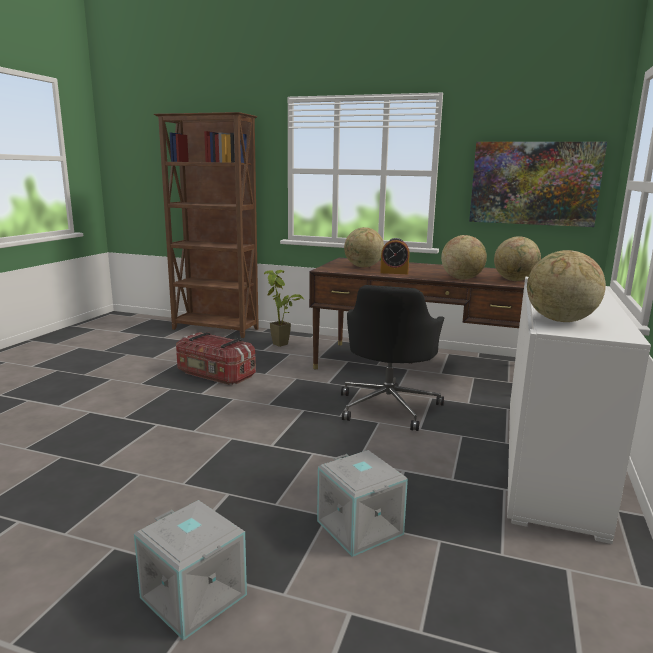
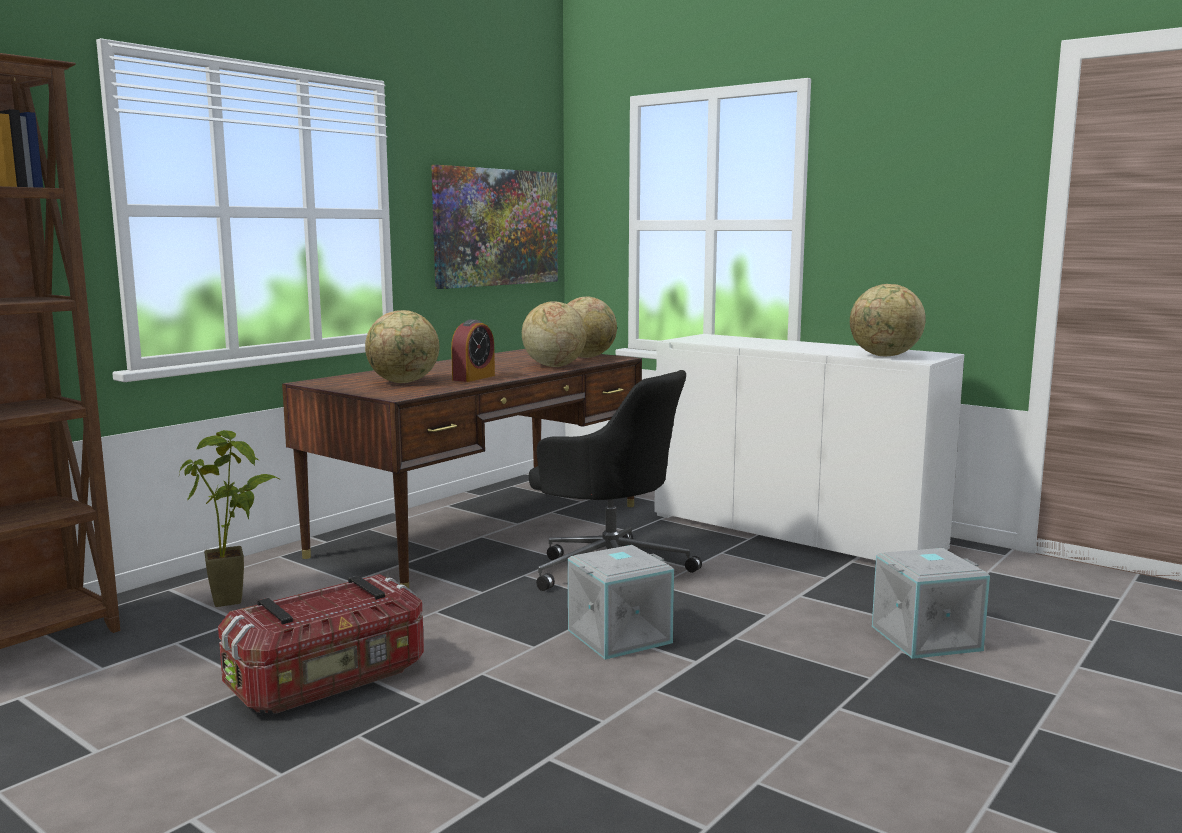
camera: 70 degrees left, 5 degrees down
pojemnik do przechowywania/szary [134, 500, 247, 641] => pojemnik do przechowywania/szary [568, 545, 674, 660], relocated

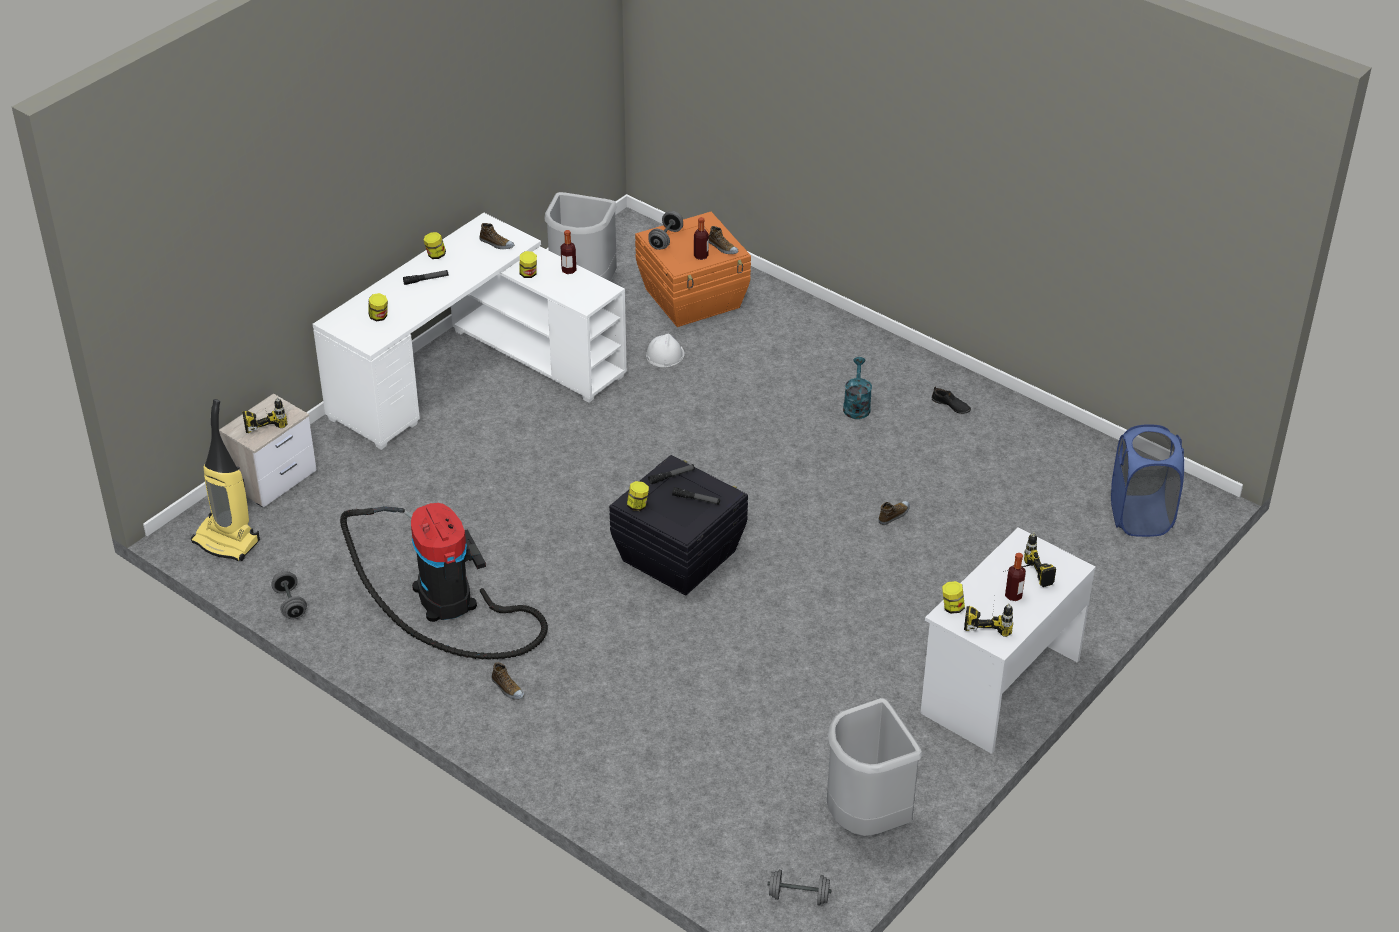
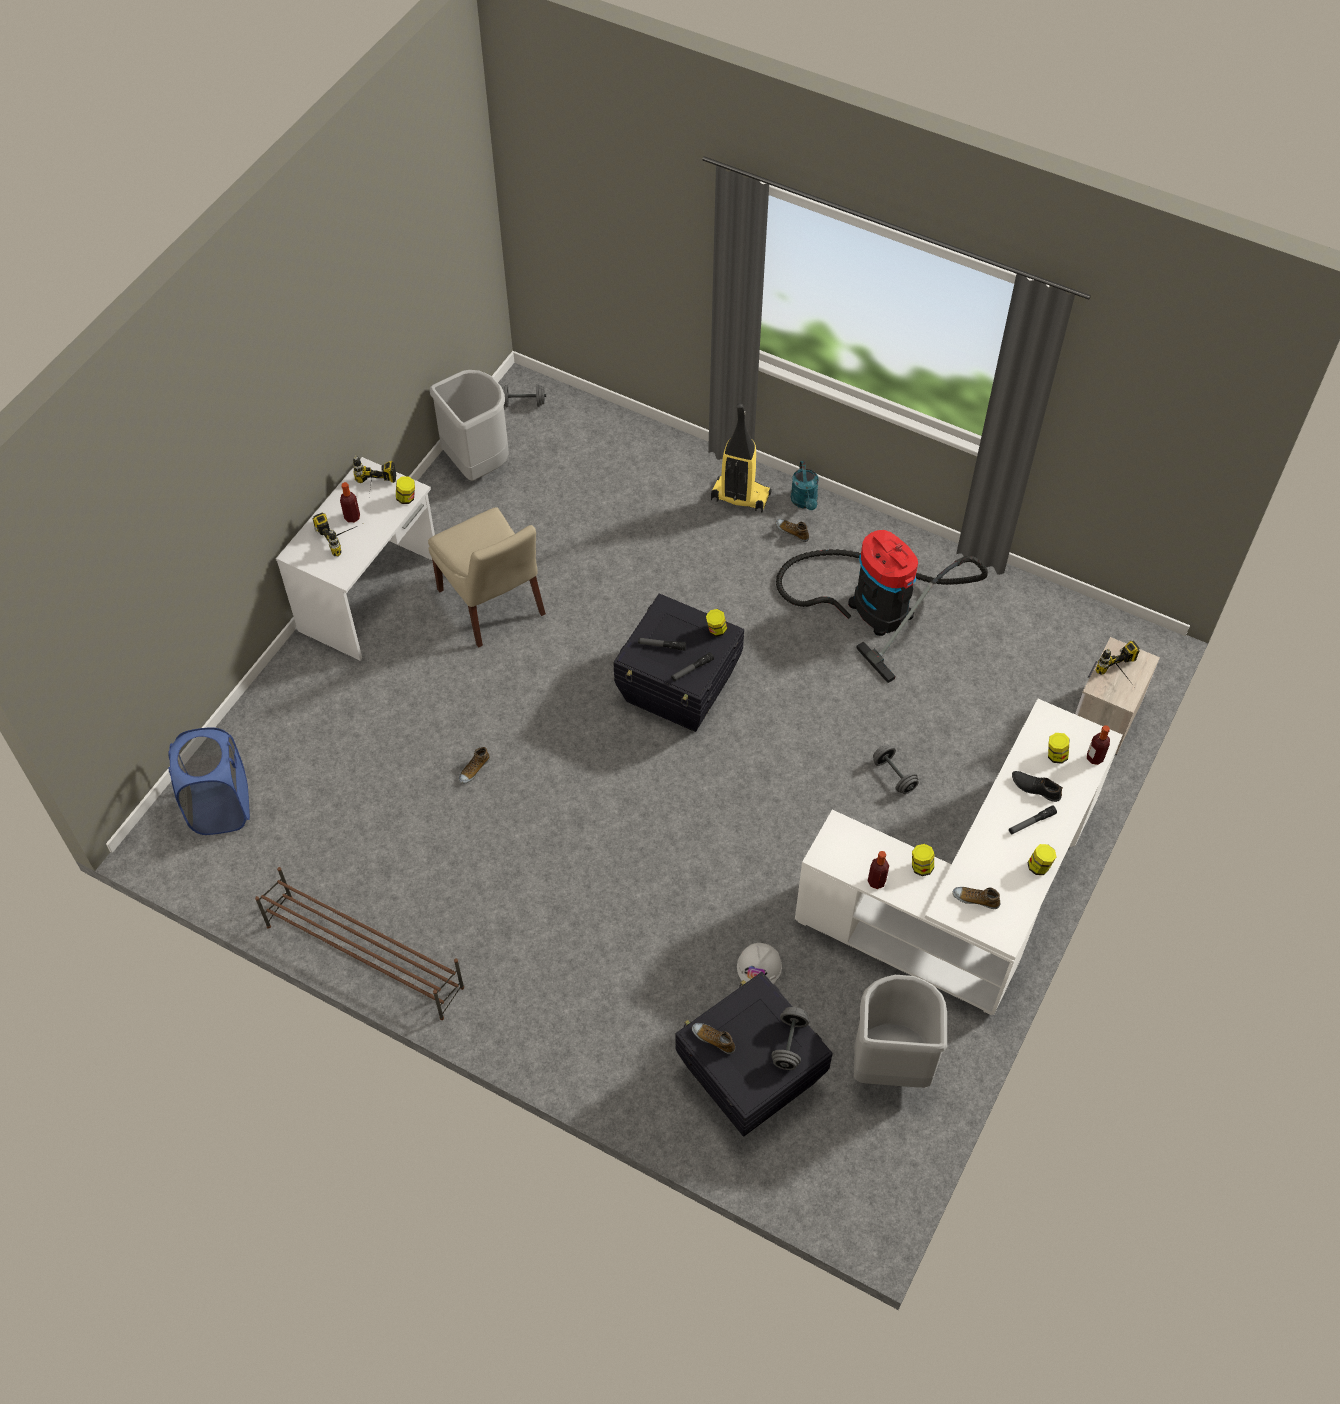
camera: 170 degrees right, 15 degrees up
nothing => regał na buty/brązowy [255, 867, 464, 1020]
nothing => krzesło/beżowy [428, 507, 546, 648]
odkurzacz [191, 399, 260, 561] => odkurzacz [711, 403, 772, 512], relocated
hantel/szary [271, 571, 307, 619] => hantel/szary [873, 744, 919, 794], relocated
butelka [694, 217, 709, 260] => butelka [1087, 725, 1110, 765], relocated
konewka/turkusowy [843, 357, 872, 419] => konewka/turkusowy [791, 461, 819, 510], relocated
but/czarny [932, 386, 971, 414] => but/czarny [1012, 771, 1063, 802], relocated
pojemnik do przechowywania/pomarańczowy [635, 212, 751, 327] => pojemnik do przechowywania/czarny [675, 972, 833, 1137]

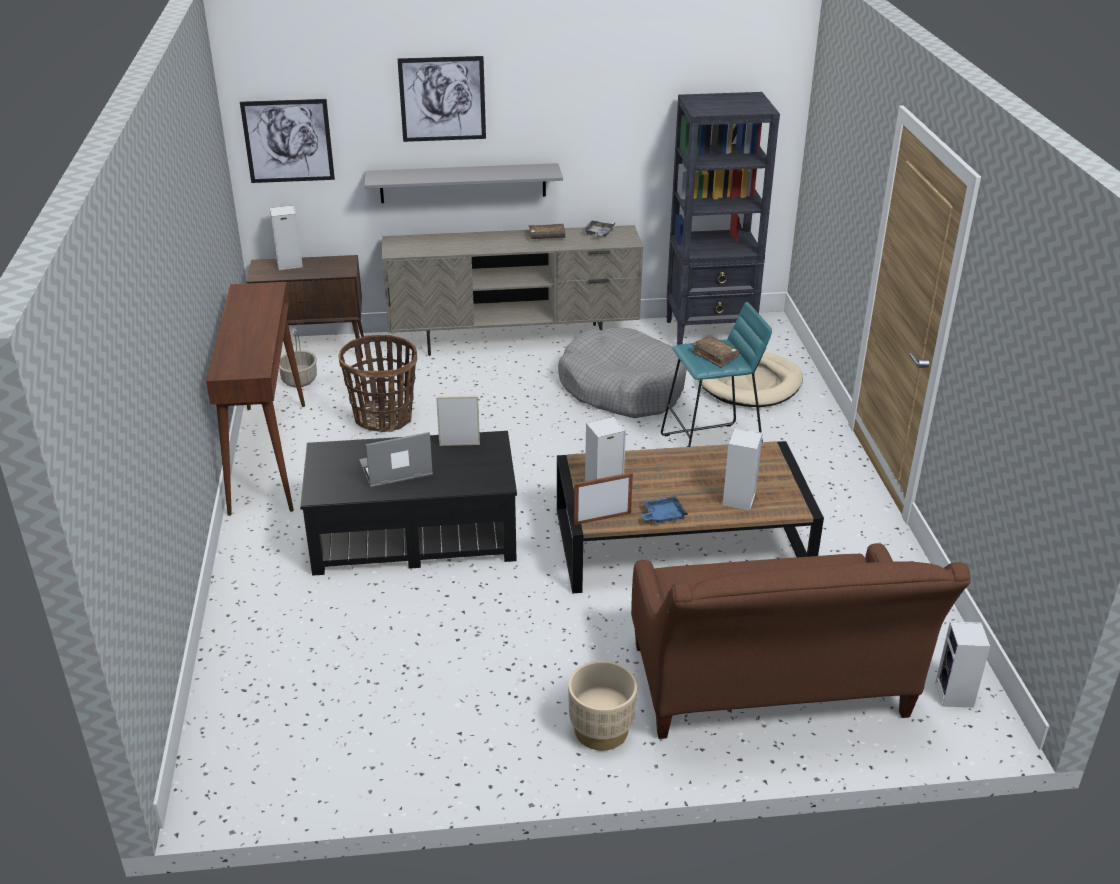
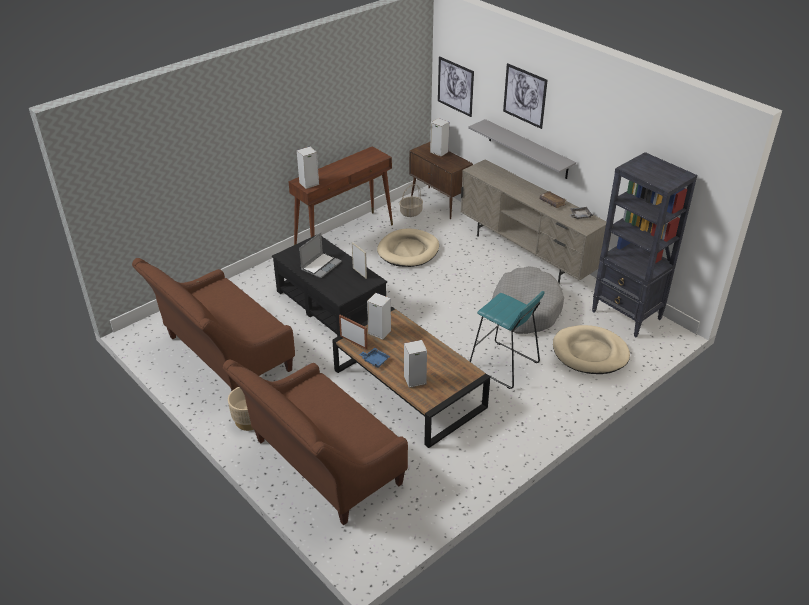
camera: 55 degrees right, 5 degrees up
książka/brązowy [691, 335, 740, 368] => nothing
nothing => kanapa/brązowy [132, 258, 295, 391]
głośnik [935, 622, 990, 707] => głośnik [297, 147, 319, 189], relocated
koszyk [339, 335, 417, 432] => legowisko/beżowy [377, 228, 439, 267]
laptop [359, 432, 433, 488] => laptop [299, 232, 342, 278], 90 degrees clockwise

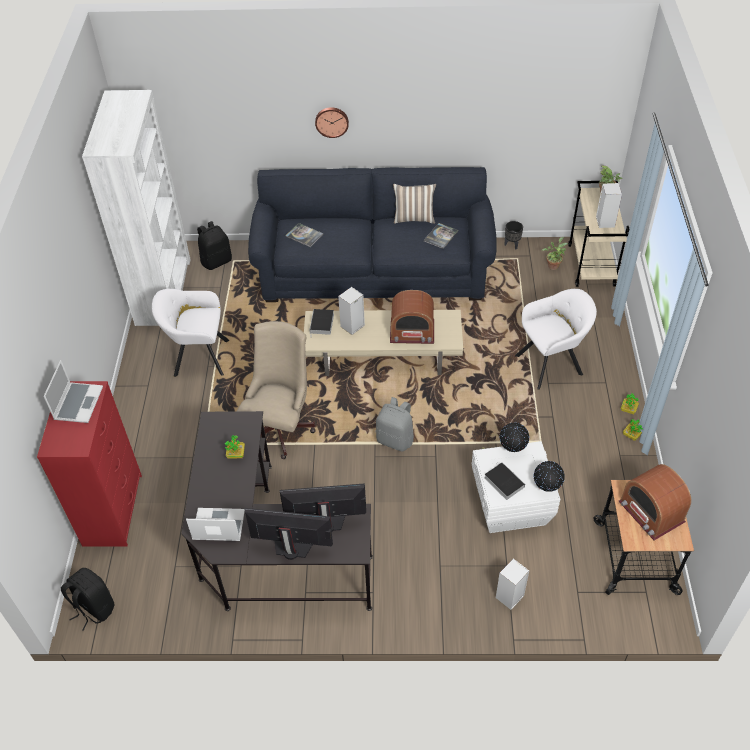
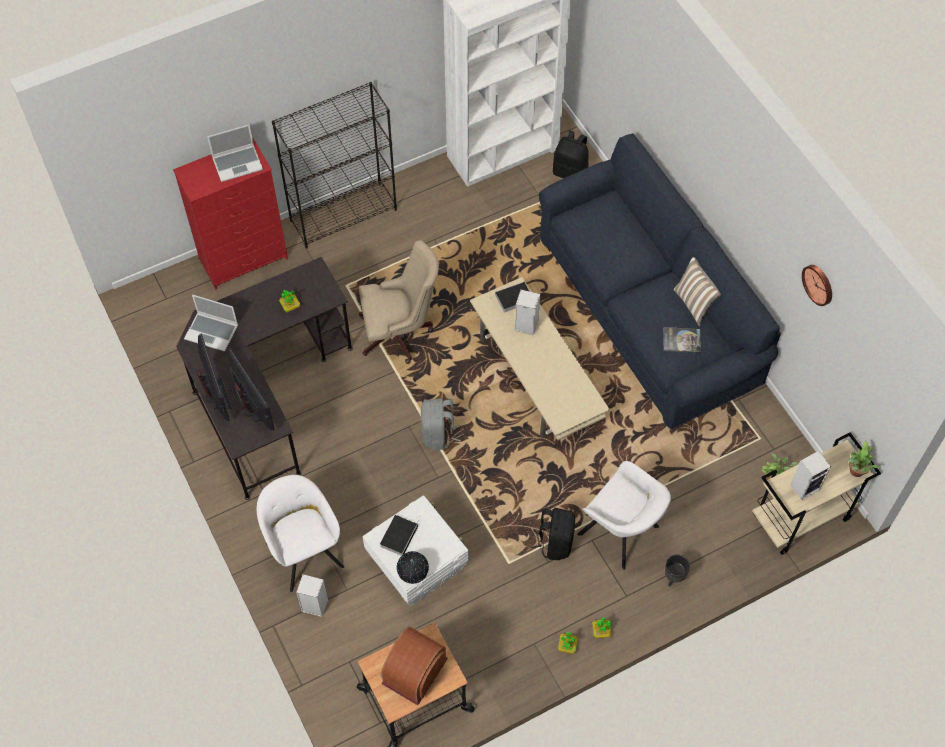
camera: 60 degrees right, 10 degrees up
książka [285, 223, 323, 247] => nothing
radio [390, 290, 434, 344] => nothing
globus [500, 423, 529, 452] => nothing
nothing => regał/czarny [272, 82, 397, 248]
plecak/czarny [61, 568, 115, 631] => plecak/czarny [531, 508, 575, 560], relocated
fotel/biały [152, 289, 229, 377] => fotel/biały [257, 475, 344, 592], relocated
zegar ścienny [315, 107, 349, 138] => zegar ścienny [802, 265, 832, 306], relocated
donica/czarny [505, 221, 523, 249] => donica/czarny [665, 555, 690, 586], relocated
laptop [186, 508, 245, 541] => laptop [184, 295, 238, 352], 135 degrees clockwise

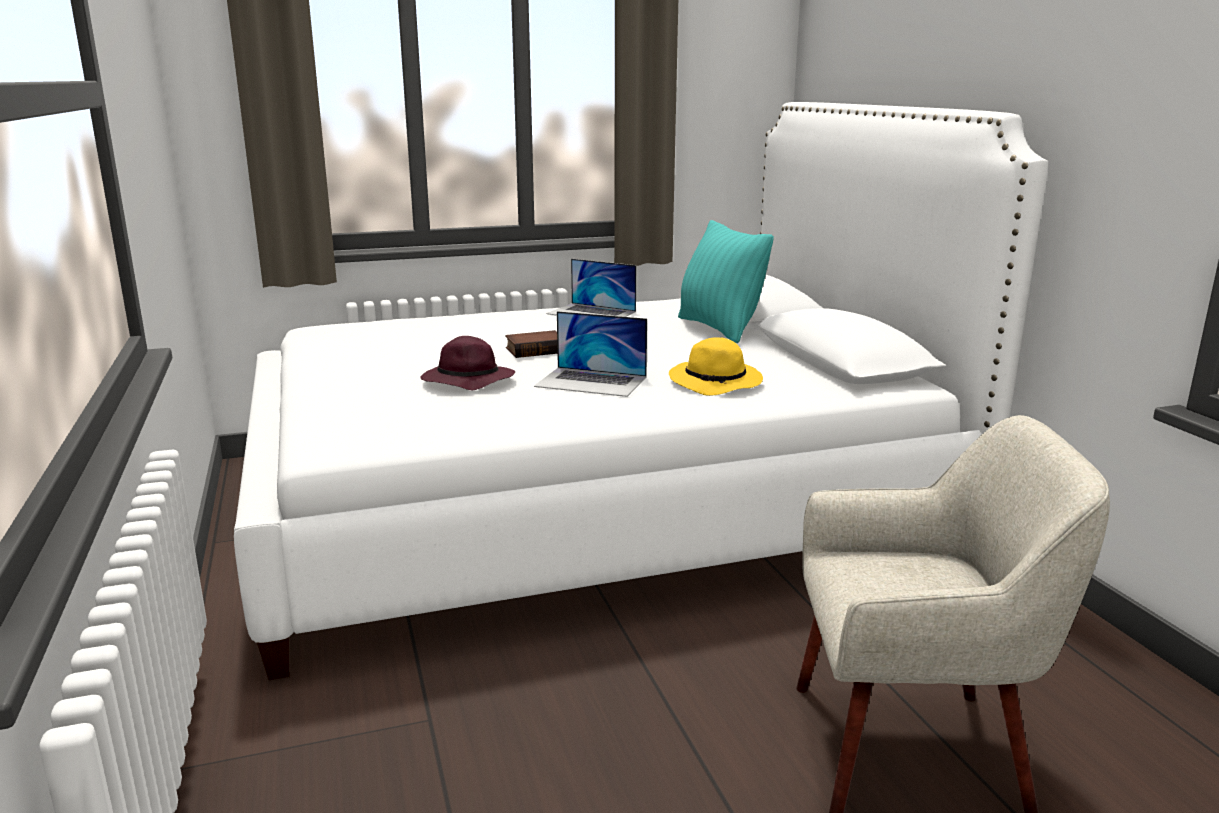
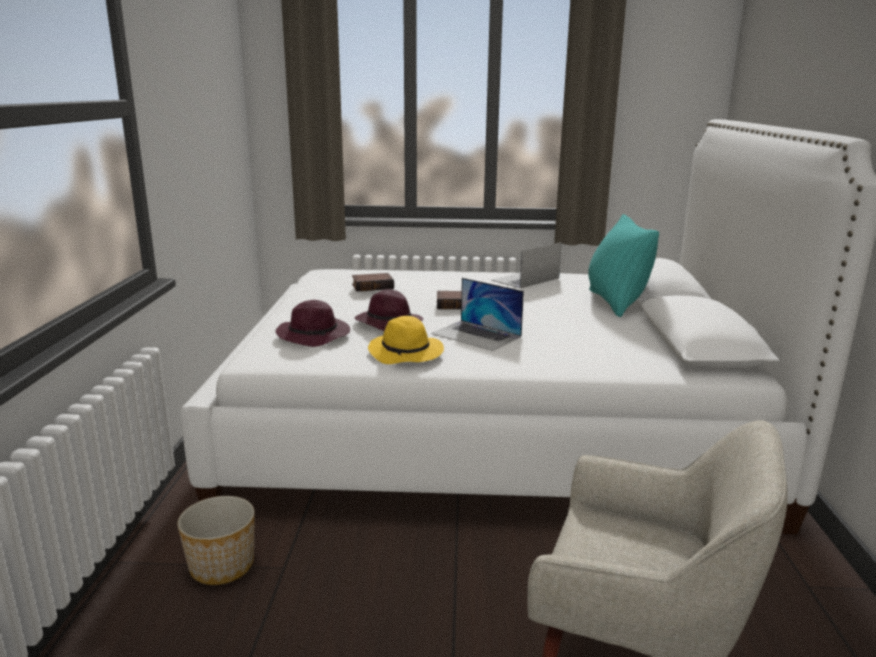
camera: 20 degrees right, 0 degrees up
nothing => donica [177, 496, 255, 585]
nothing => kapelusz/fioletowy [275, 300, 350, 347]
nothing => książka [352, 273, 394, 292]
kapelusz/żółty [669, 338, 763, 396] => kapelusz/żółty [368, 316, 444, 364], relocated
laptop [546, 259, 636, 317] => laptop [491, 242, 562, 289], 90 degrees clockwise

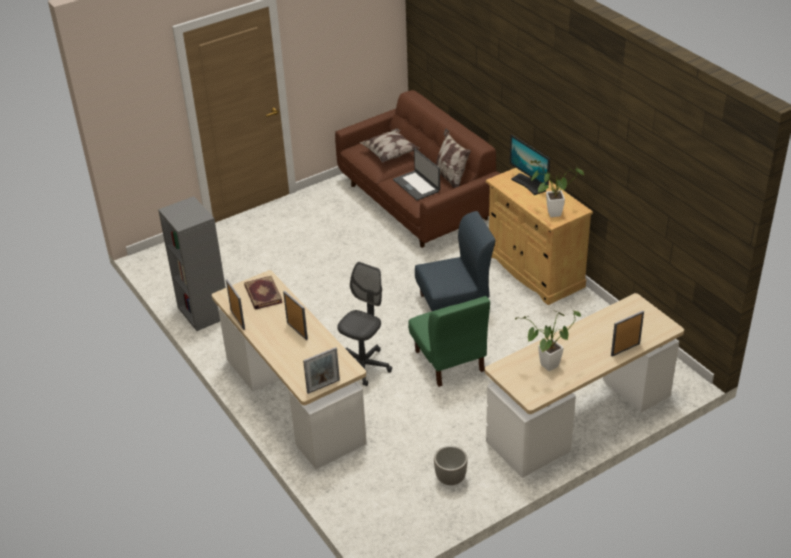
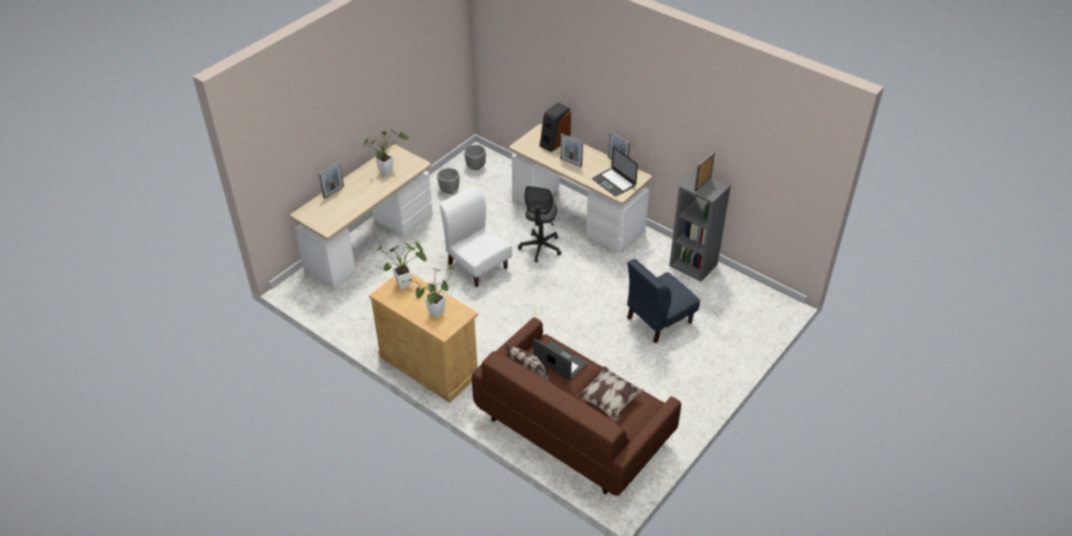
camera: 160 degrees right, 5 degrees up
nothing => donica [464, 145, 486, 170]
nothing => głośnik [540, 103, 571, 152]
ramka na zdjęcie [303, 347, 340, 394] => ramka na zdjęcie [694, 152, 715, 191], relocated
krzesło/niebieski [415, 211, 496, 311] => krzesło/niebieski [627, 259, 700, 343], relocated
książka [244, 276, 283, 310] => laptop [592, 147, 638, 196]
monitor [510, 134, 550, 195] => roślina doniczkowa [402, 266, 455, 318]
krzesło/zielony [408, 296, 490, 387] => krzesło/biały [440, 185, 512, 287]

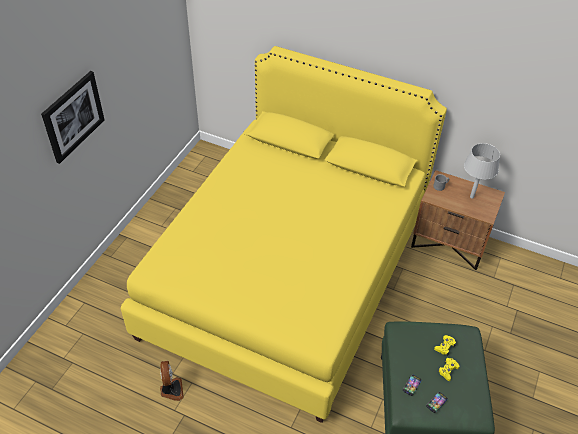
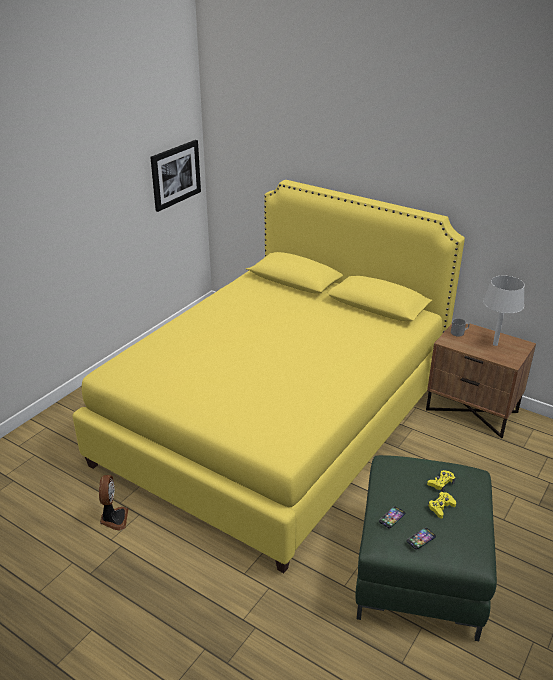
camera: 10 degrees right, 15 degrees down
obraz [41, 71, 104, 164] => obraz [150, 140, 201, 212], relocated

